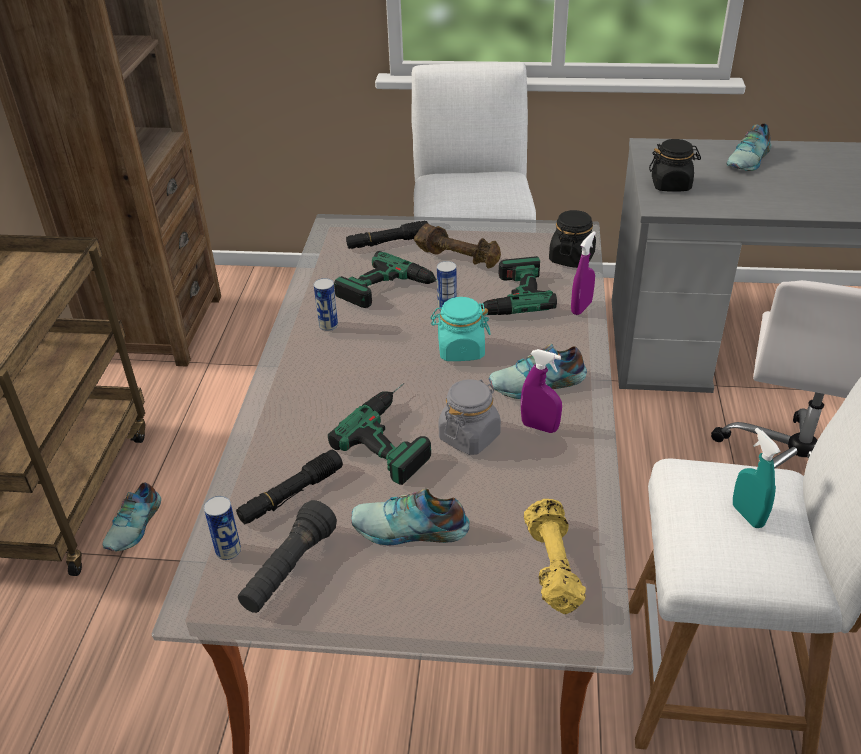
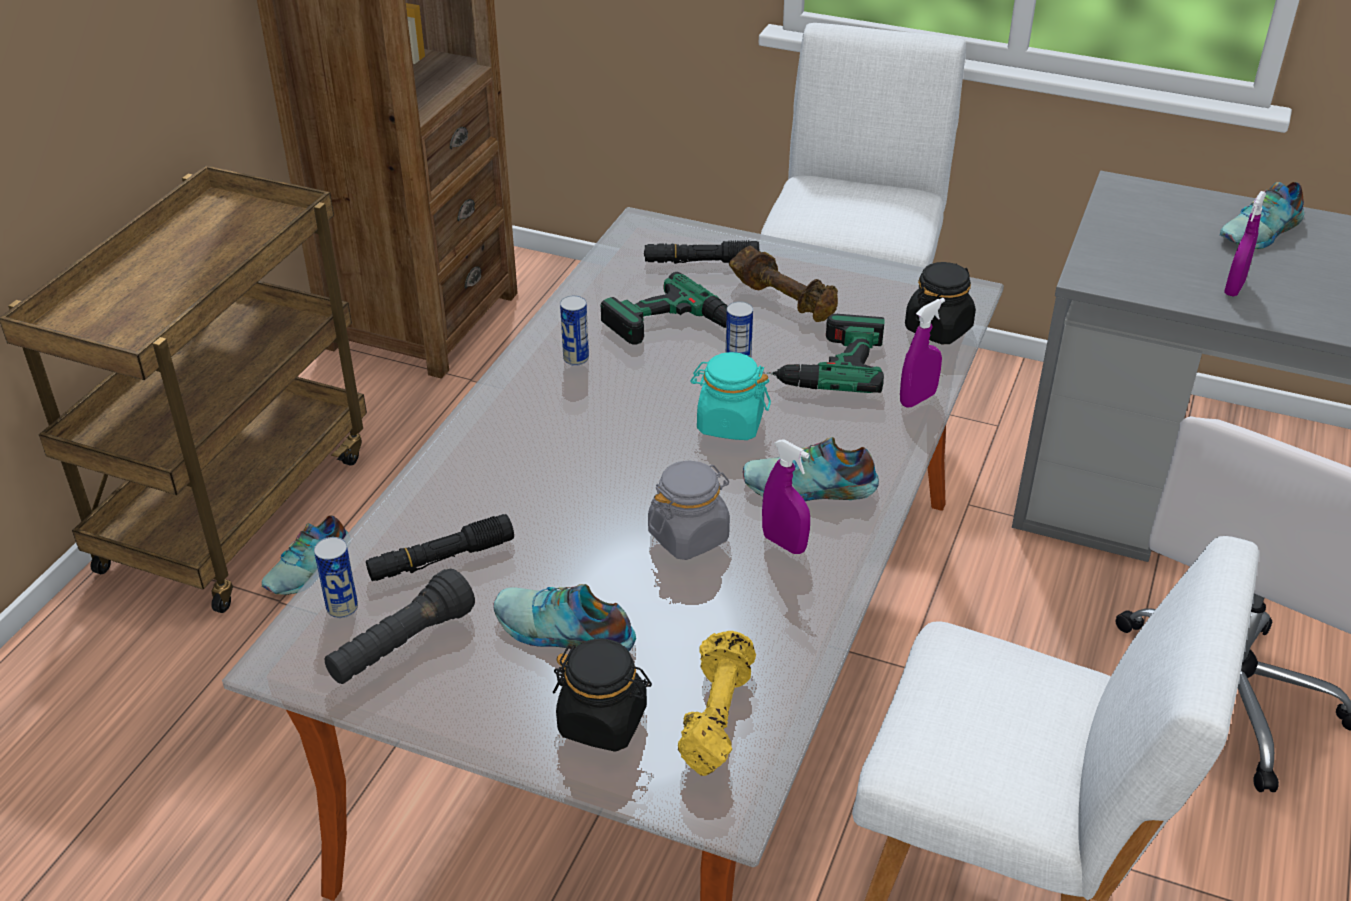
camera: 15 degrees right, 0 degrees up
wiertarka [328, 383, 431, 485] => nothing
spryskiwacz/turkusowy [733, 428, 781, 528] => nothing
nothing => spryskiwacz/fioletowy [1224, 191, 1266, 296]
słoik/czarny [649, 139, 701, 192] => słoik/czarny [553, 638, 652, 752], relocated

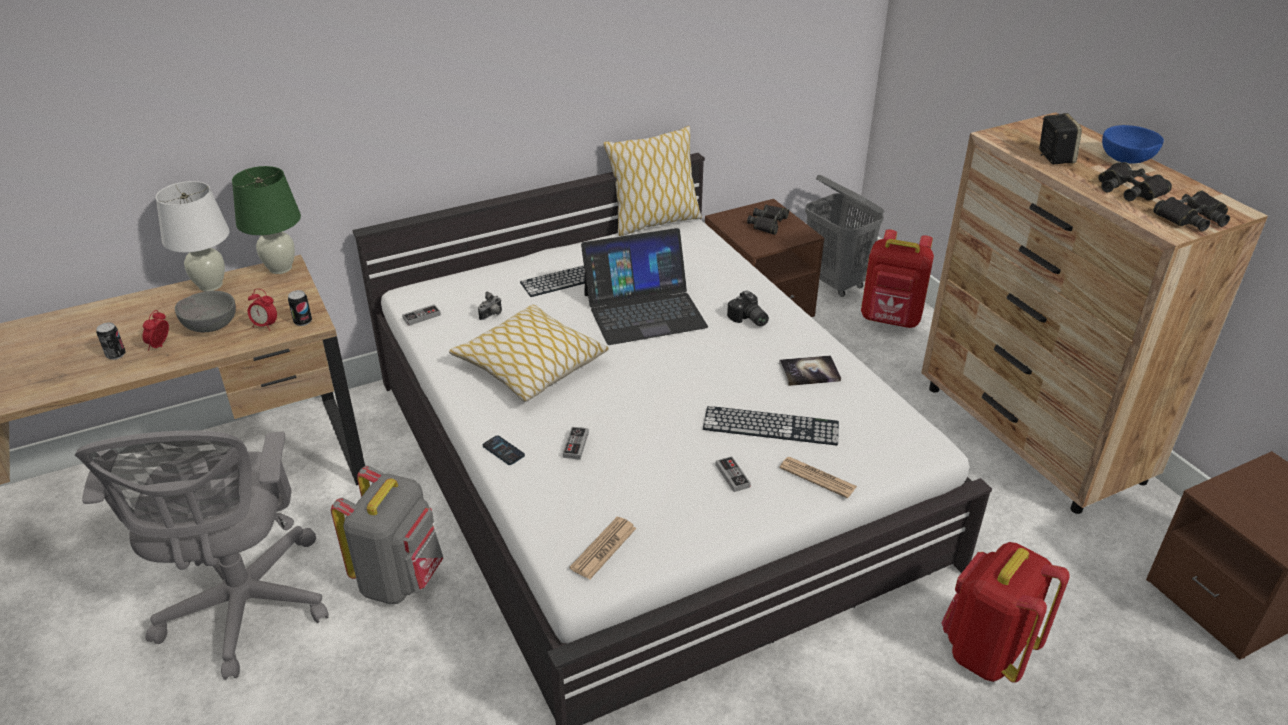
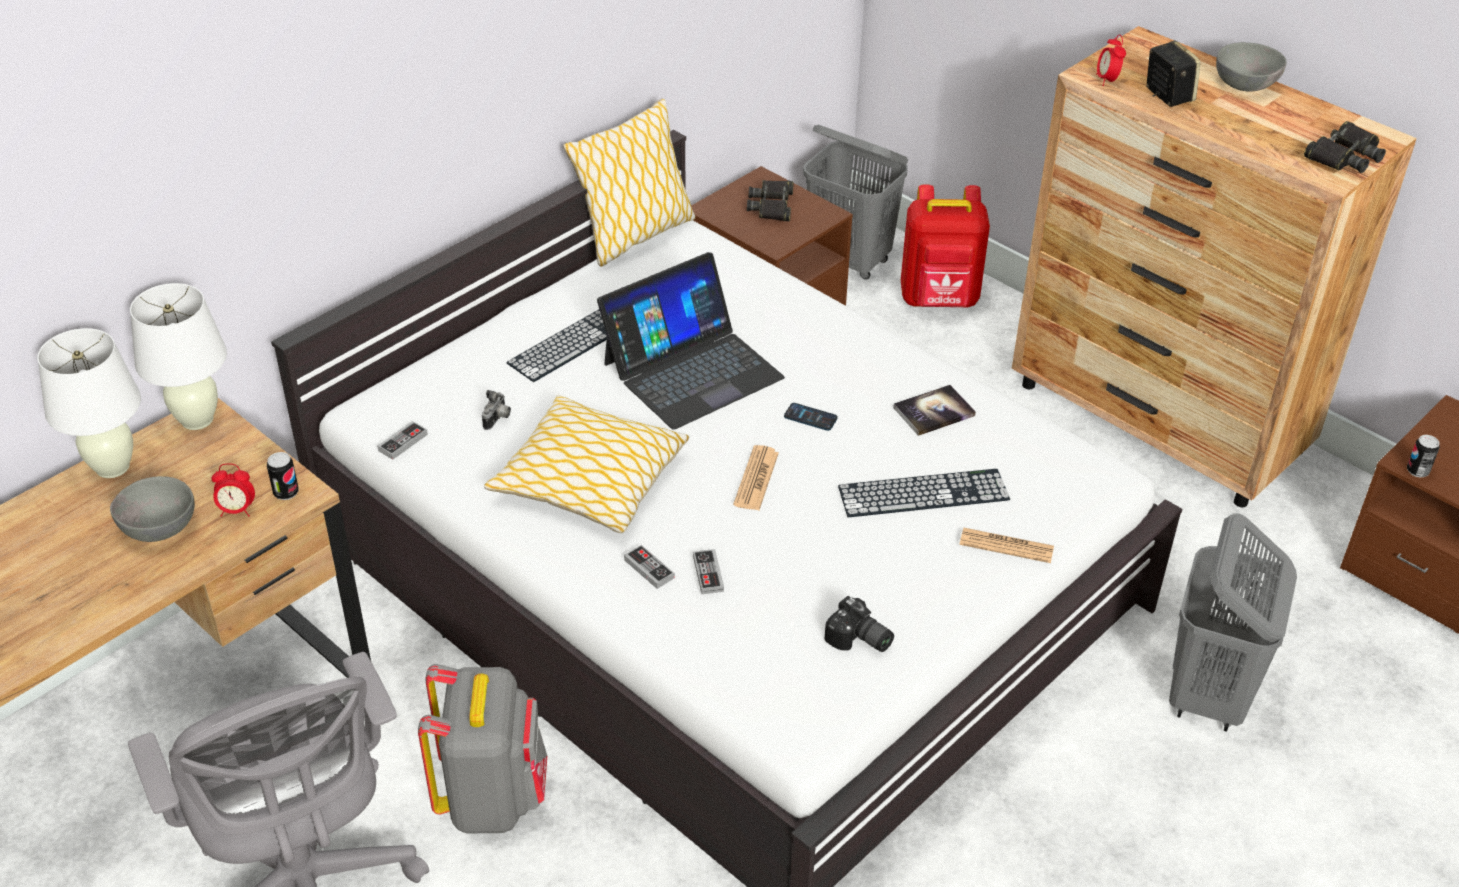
camera: 20 degrees left, 5 degrees up
lornetka/czarny [1098, 162, 1172, 201] => nothing
puszka [96, 322, 126, 360] => puszka [1407, 435, 1440, 477], relocated
budzik [142, 310, 169, 351] => budzik [1096, 34, 1126, 86], relocated
telefon [483, 435, 525, 465] => telefon [784, 403, 838, 431], relocated
gazeta [570, 517, 637, 579] => gazeta [733, 445, 779, 510], relocated
pad do gier [716, 456, 751, 492] => pad do gier [624, 545, 674, 589], relocated
aparat fotograficzny [727, 290, 769, 327] => aparat fotograficzny [824, 596, 894, 652], relocated
plecak/czerwony [941, 542, 1070, 683] => kosz na pranie/szary [1169, 513, 1297, 732]
lampa stołowa/zielony [232, 166, 301, 274] => lampa stołowa/biały [130, 283, 227, 430]
miska/niebieski [1102, 125, 1164, 164] => miska/szary [1216, 42, 1287, 92]

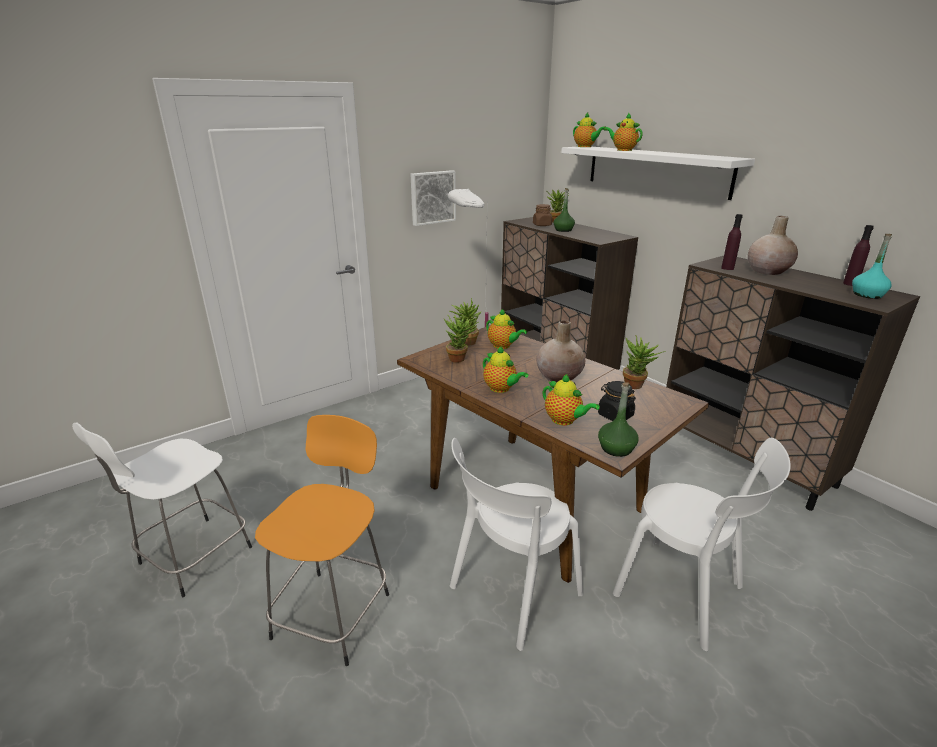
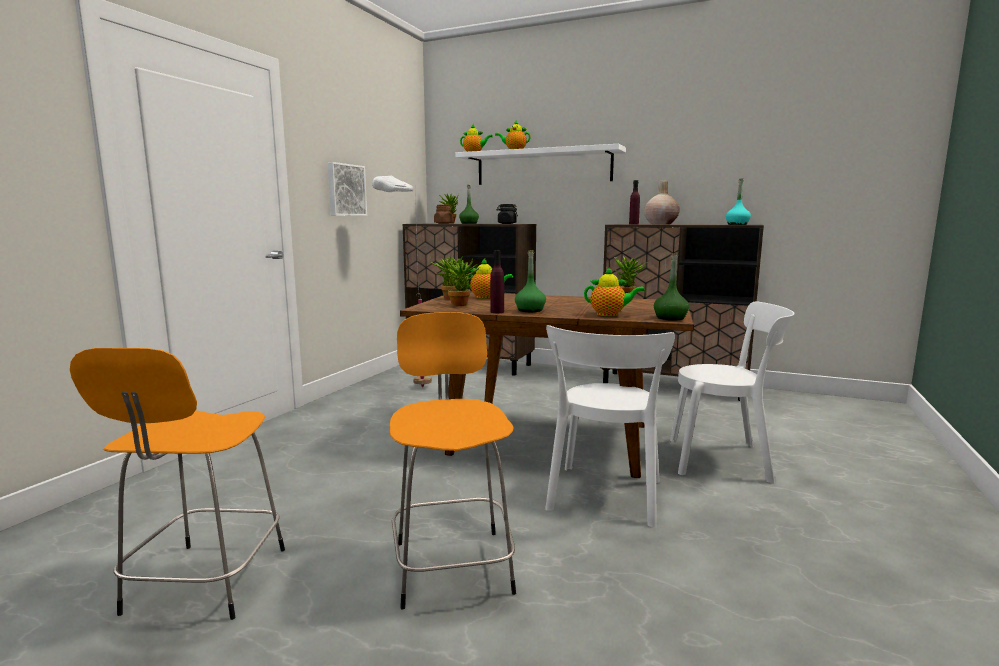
camera: 30 degrees left, 15 degrees down
wazon/beżowy [536, 320, 585, 382] => nothing
słoik/czarny [598, 381, 636, 421] => słoik/czarny [496, 204, 518, 224], relocated
butelka/fioletowy [843, 225, 874, 286] => butelka/fioletowy [490, 250, 504, 313], relocated
imbryk [483, 346, 528, 393] => butelka/zielony [515, 250, 546, 312]
stołek/biały [72, 422, 252, 597] => stołek/pomarańczowy [70, 348, 285, 620]

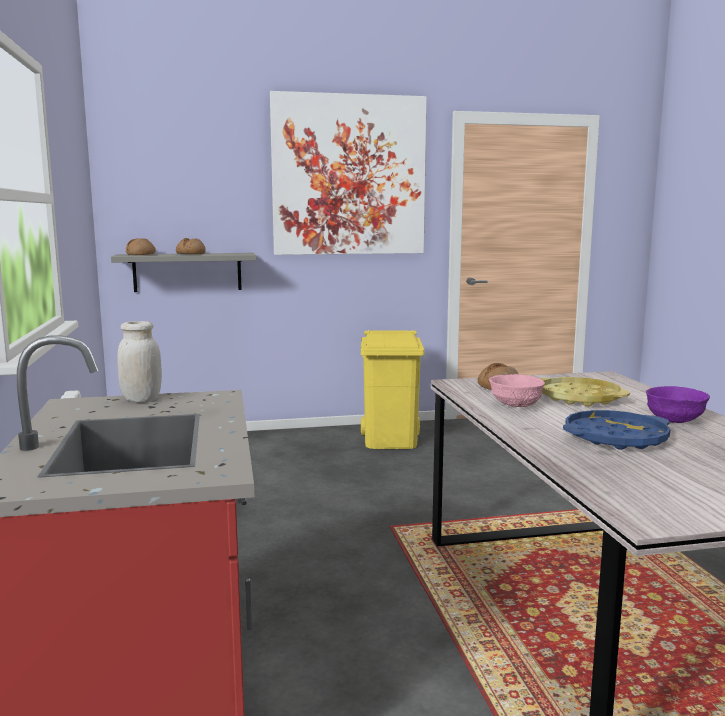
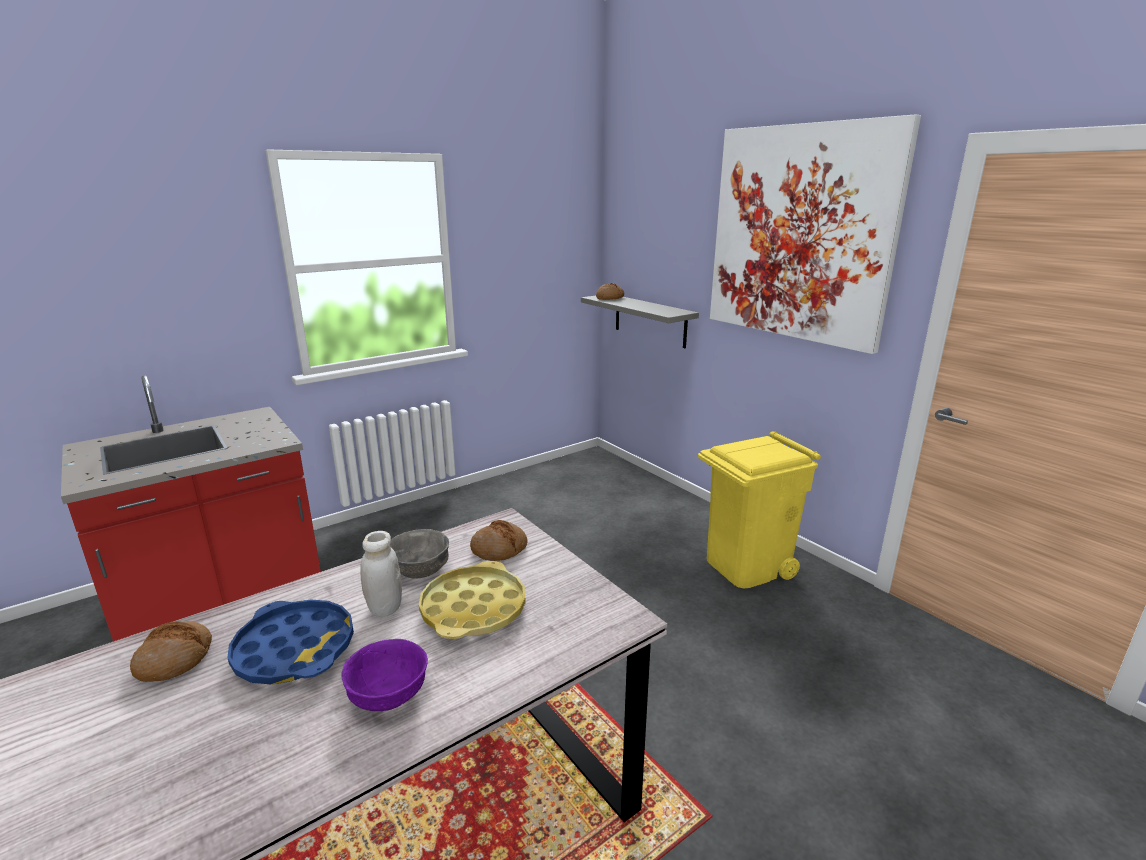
camera: 65 degrees right, 10 degrees up
słoik/biały [117, 321, 162, 402] => słoik/biały [360, 531, 402, 617], relocated
chleb [176, 238, 206, 254] => chleb [130, 621, 212, 682], relocated
miska/różowy [489, 374, 545, 407] => miska/szary [390, 529, 449, 578]

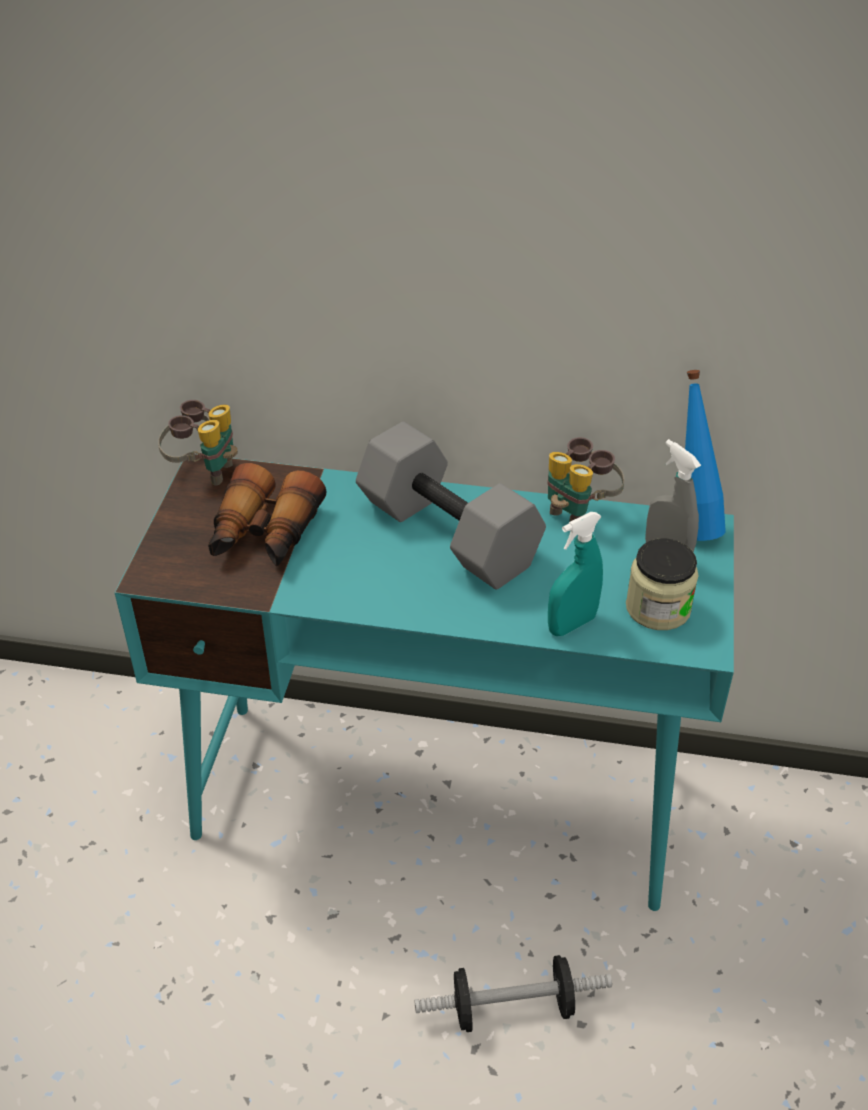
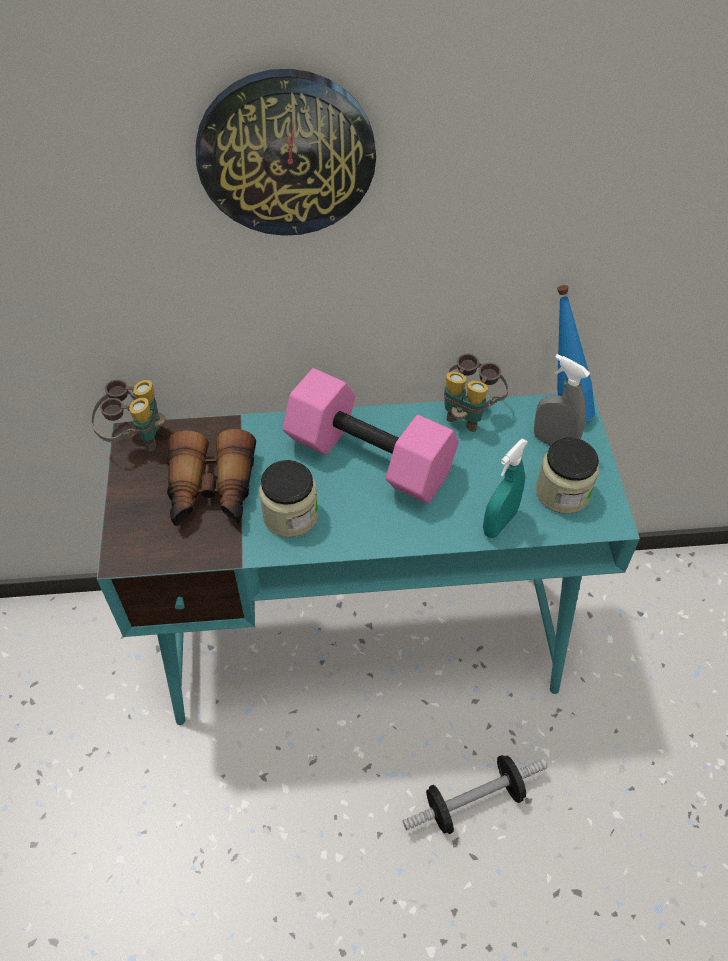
camera: 15 degrees left, 10 degrees up
nothing => zegar ścienny [196, 69, 376, 236]
nothing => słoik [259, 460, 318, 537]
hantel/szary [356, 421, 546, 590] => hantel/różowy [282, 368, 459, 504]

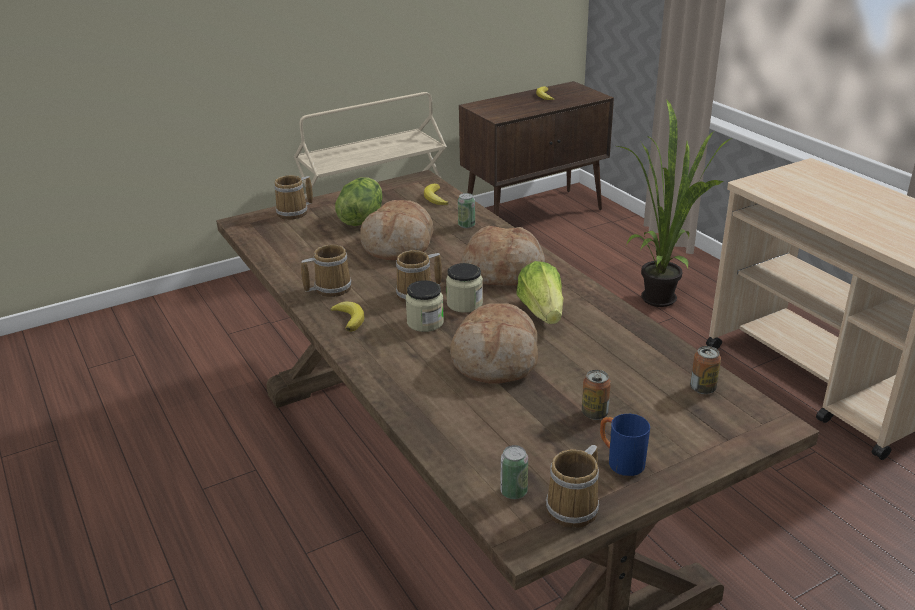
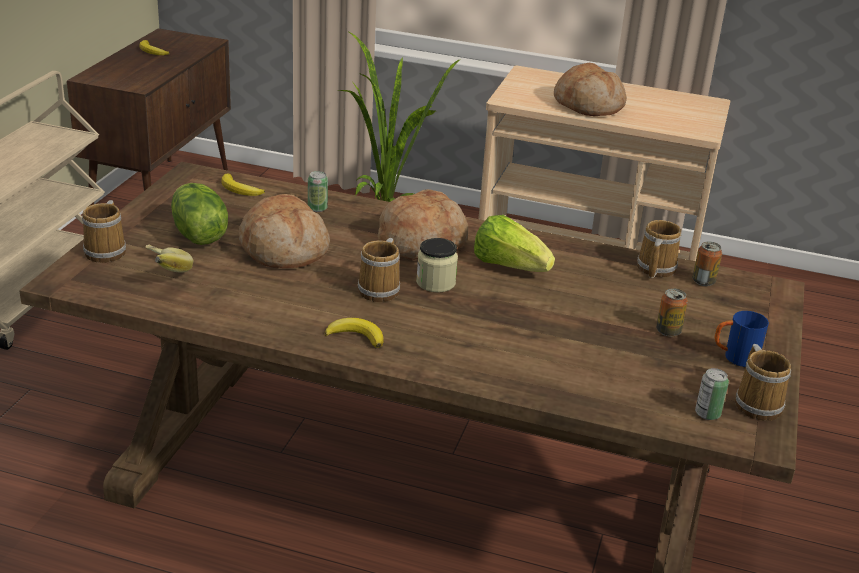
camera: 45 degrees left, 0 degrees up
słoik [406, 280, 444, 332] => nothing
nothing => banan [145, 244, 193, 273]
kubek [301, 244, 351, 297] => kubek [637, 220, 681, 278], relocated
chleb [450, 303, 538, 383] => chleb [554, 63, 627, 116], relocated

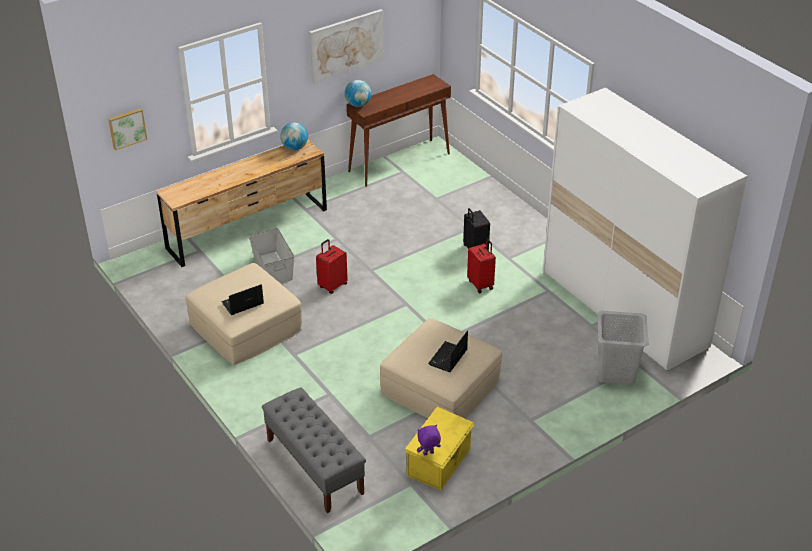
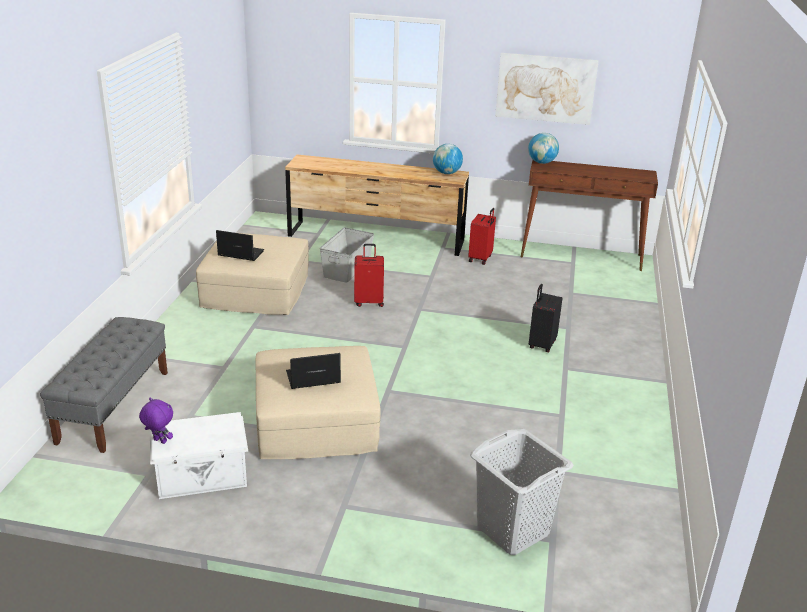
camera: 45 degrees right, 10 degrees down
obraz [108, 108, 147, 150] => nothing
szafa/biały [543, 87, 747, 371] => nothing
walizka/czerwony [467, 238, 496, 293] => walizka/czerwony [468, 208, 496, 265], relocated
pojemnik do przechowywania/żółty [405, 407, 475, 490] => pojemnik do przechowywania/biały [150, 412, 248, 499]

